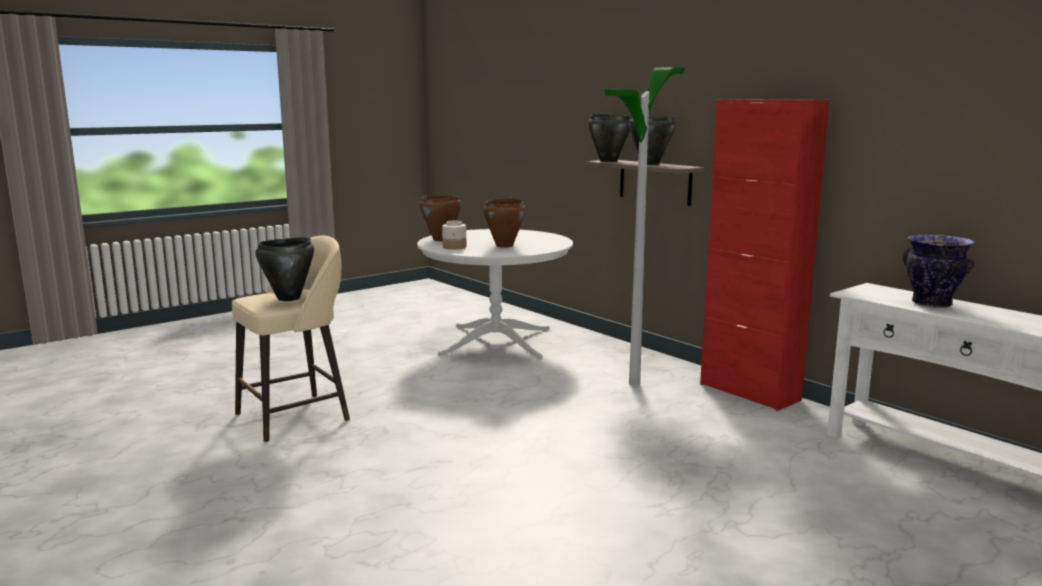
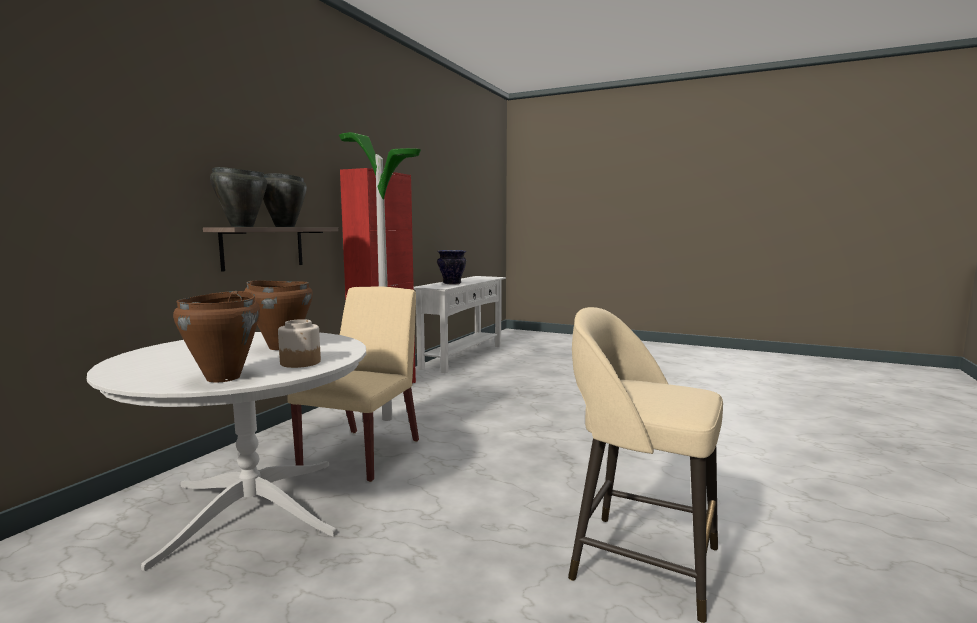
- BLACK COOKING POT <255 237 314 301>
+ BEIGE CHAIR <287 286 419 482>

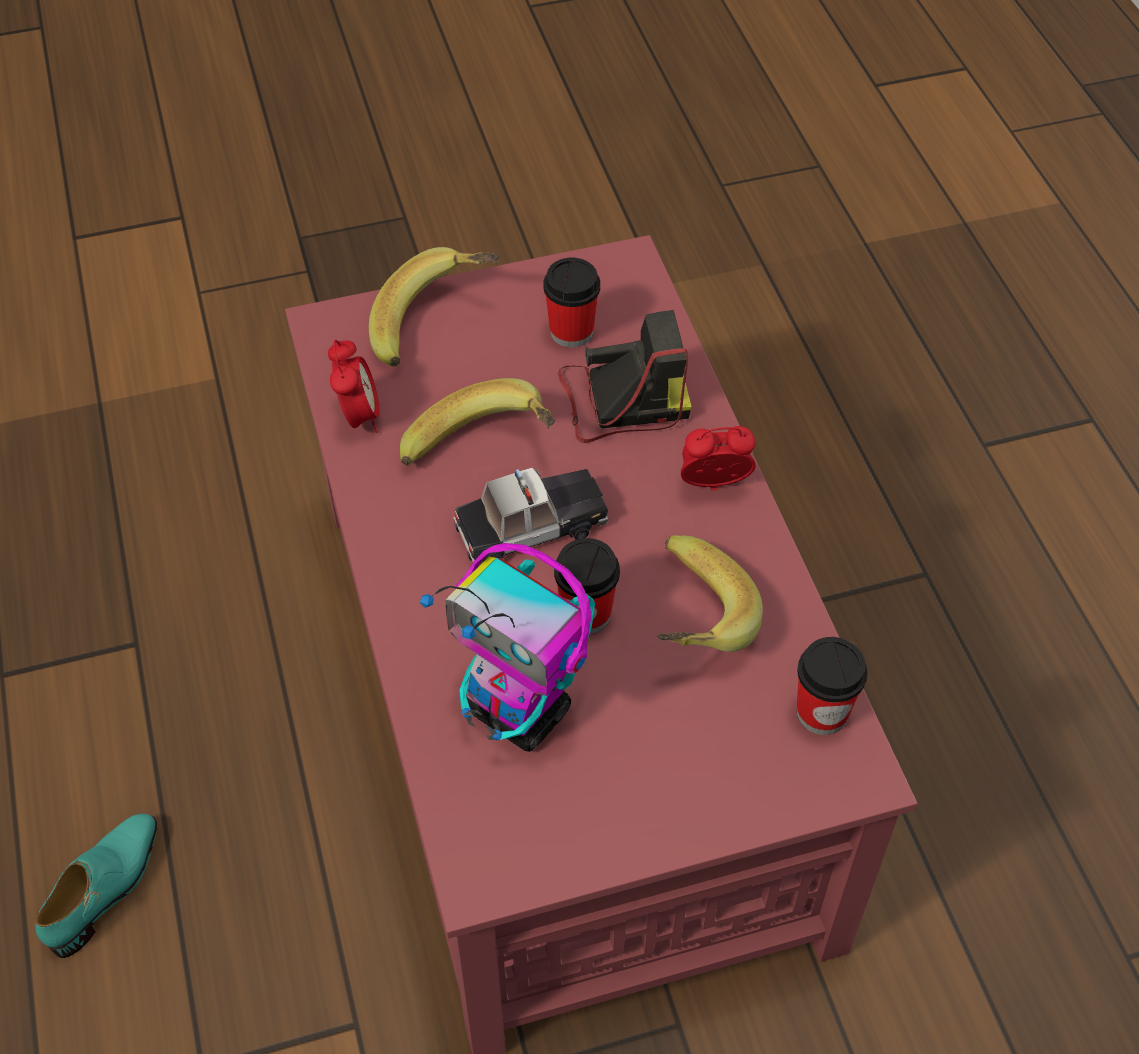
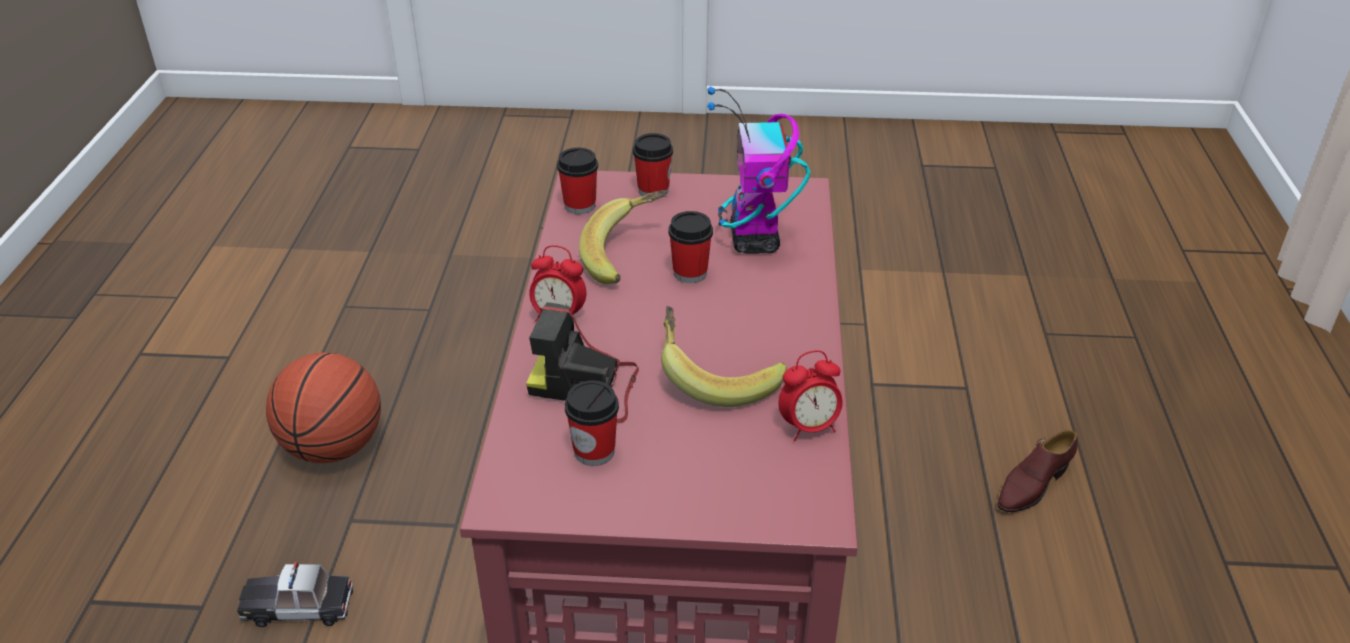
- BANANA <369 247 499 367>
~ ALARM CLOCK <328 340 380 433> = <778 350 843 441> 120 degrees counterclockwise
~ TOY CAR <453 468 608 563> to <237 562 353 627>
~ TOY ROBOT <420 543 595 752> = <707 87 811 254> 150 degrees counterclockwise
~ TURQUOISE SHOE <35 814 157 958> to BROWN SHOE <997 430 1077 512>
+ CUP <633 133 673 199>
+ BASKETBALL <266 353 381 463>

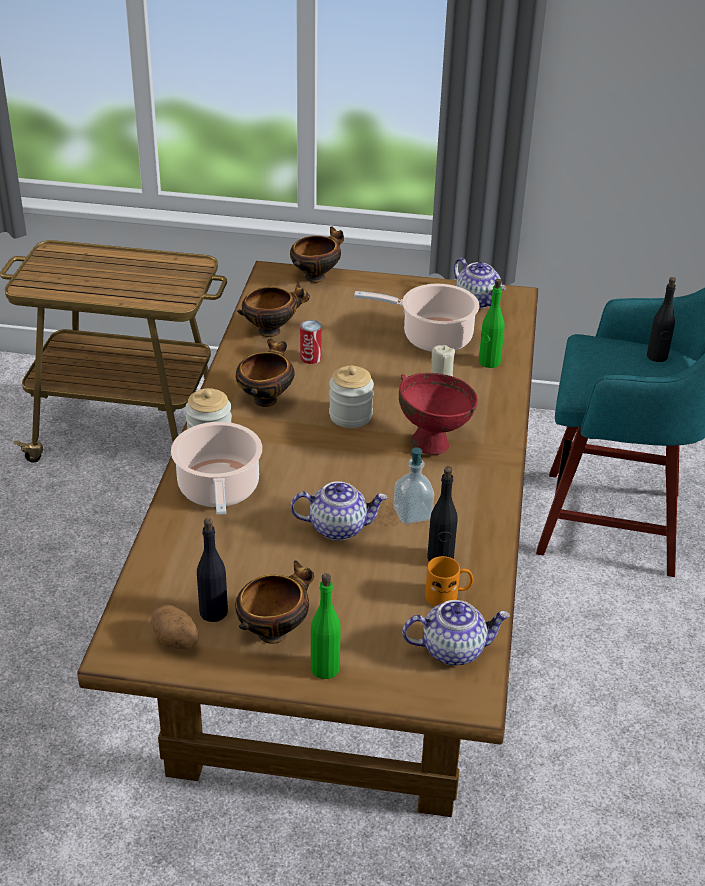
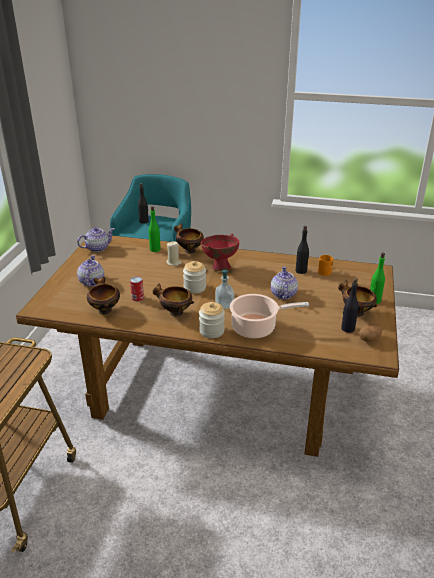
~ BOWL <290 226 344 283> to <174 224 204 254>
- COOKING POT <354 284 480 352>
~ SOAP DISPENSER <393 447 434 524> to <215 270 234 309>
~ TEAPOT <402 600 510 666> to <77 255 104 287>

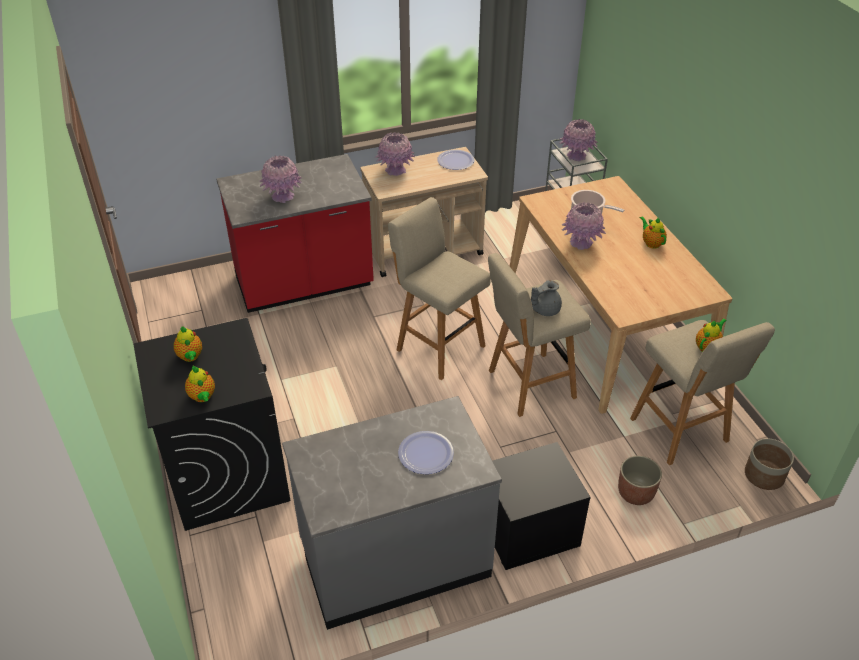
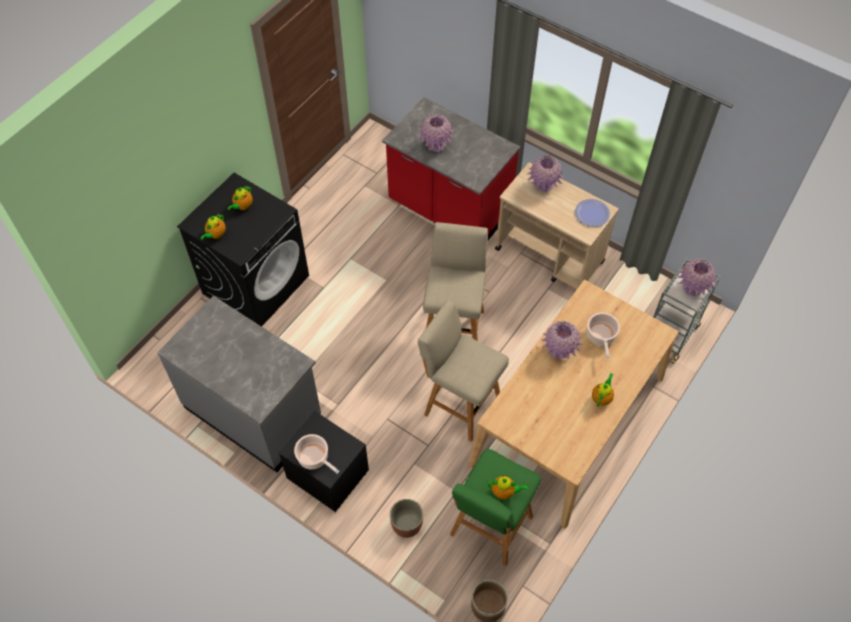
- GREY TEAPOT <531 280 562 316>
~ BEIGE STOOL <630 320 775 465> to GREEN STOOL <450 449 541 566>
- PLATE <398 431 454 474>
+ COOKING POT <294 434 340 474>

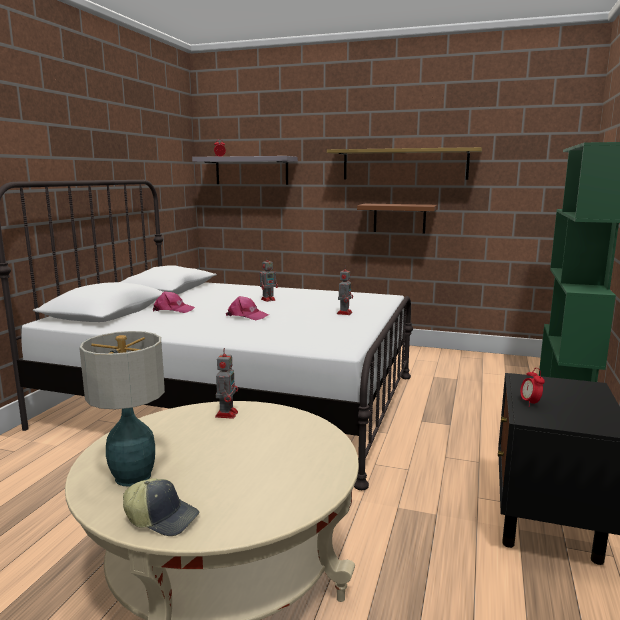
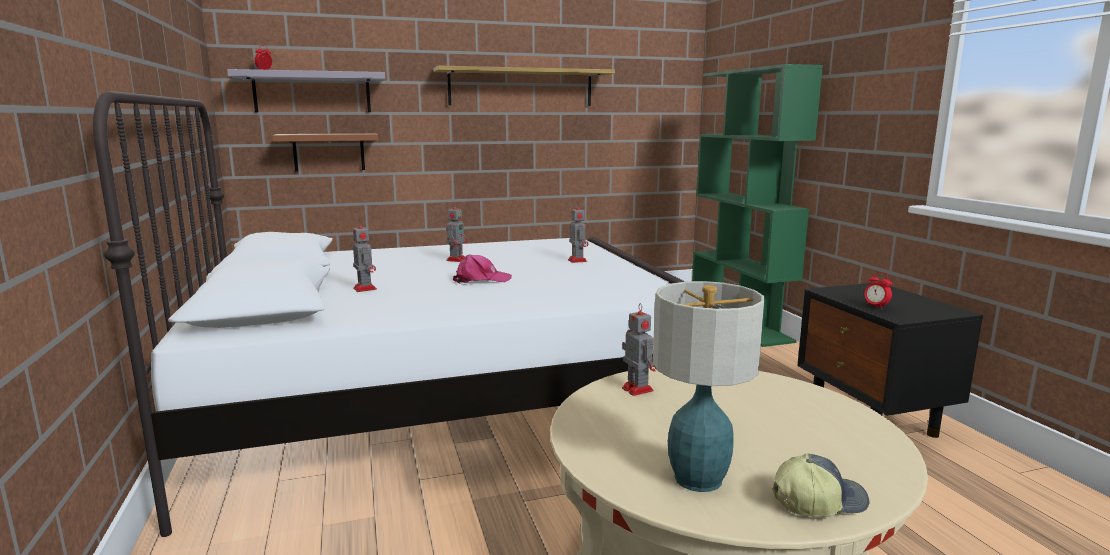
~ BROWN SHELF <357 204 438 233> to <272 133 379 172>
~ PINK CAP <153 291 195 313> to TOY ROBOT <353 220 377 292>

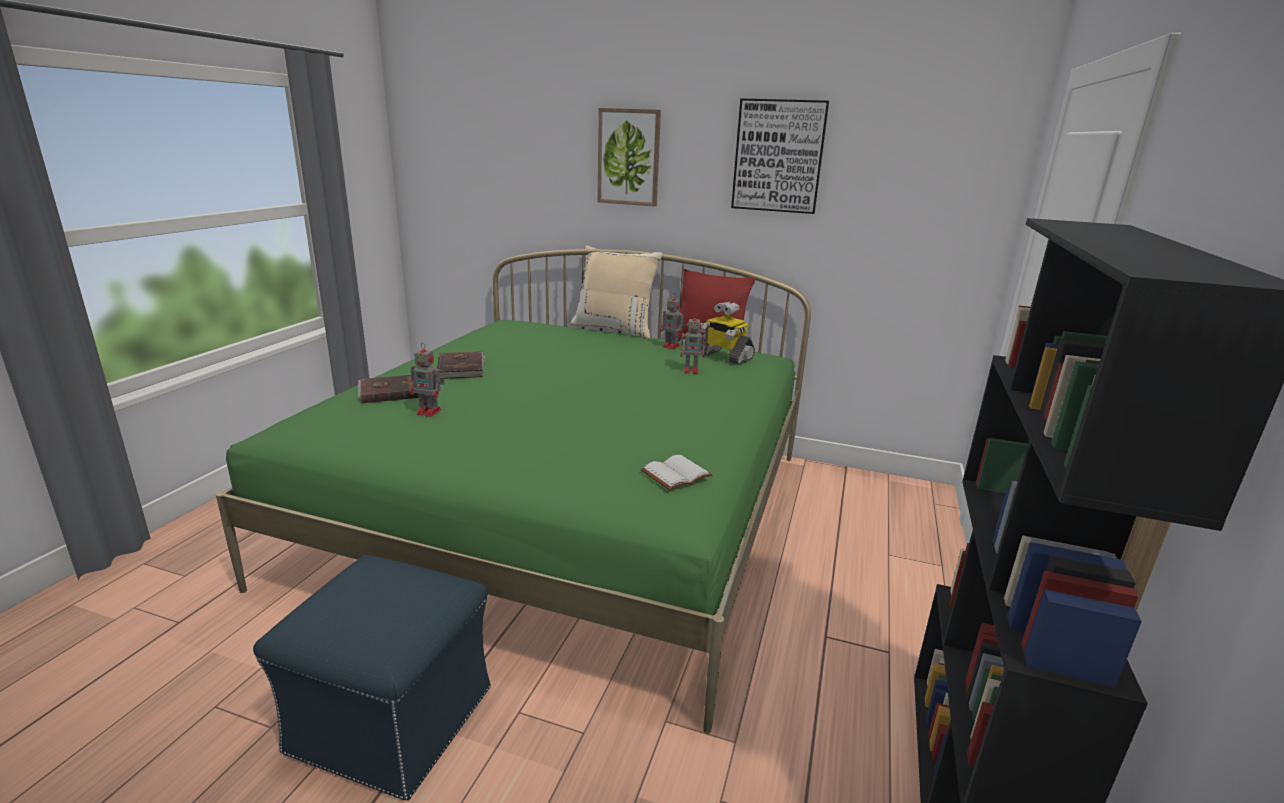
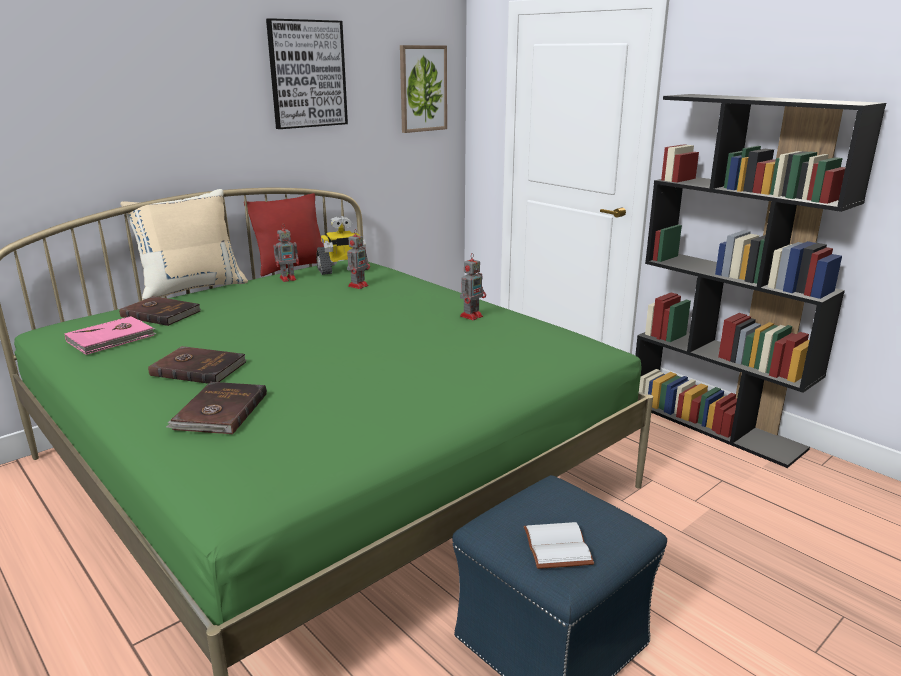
~ PICTURE <598 108 661 207> to <400 45 447 133>
~ TOY ROBOT <410 343 445 417> to <460 253 486 320>
~ WHITE BOOK <641 455 712 490> to <523 522 594 569>
+ BROWN BOOK <119 296 201 326>
+ PINK BOOK <65 316 156 355>

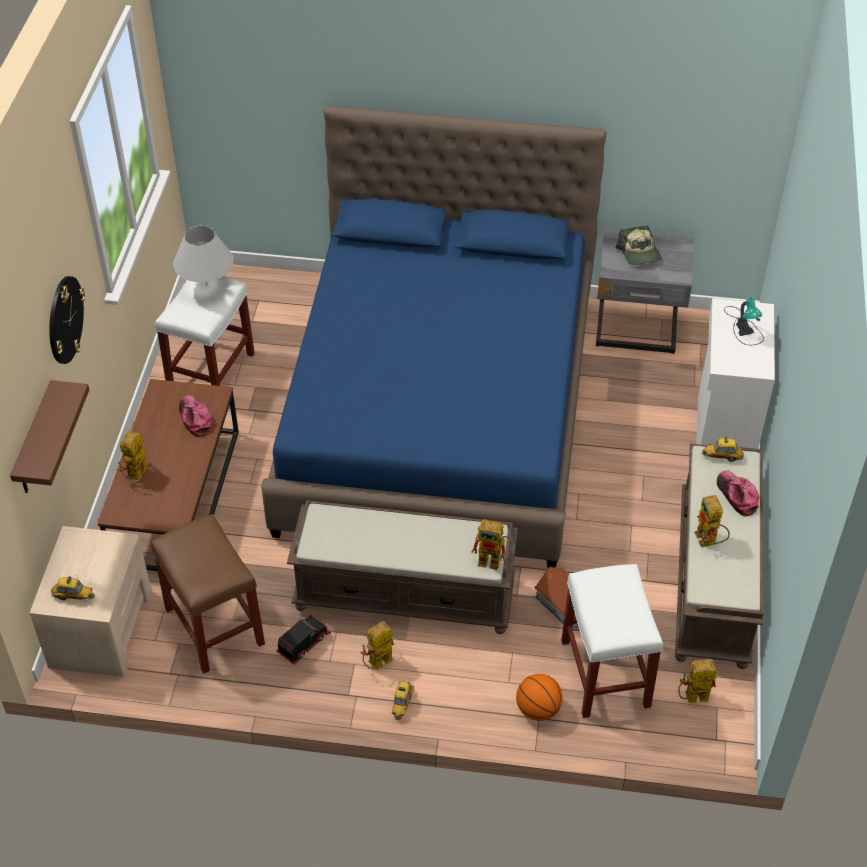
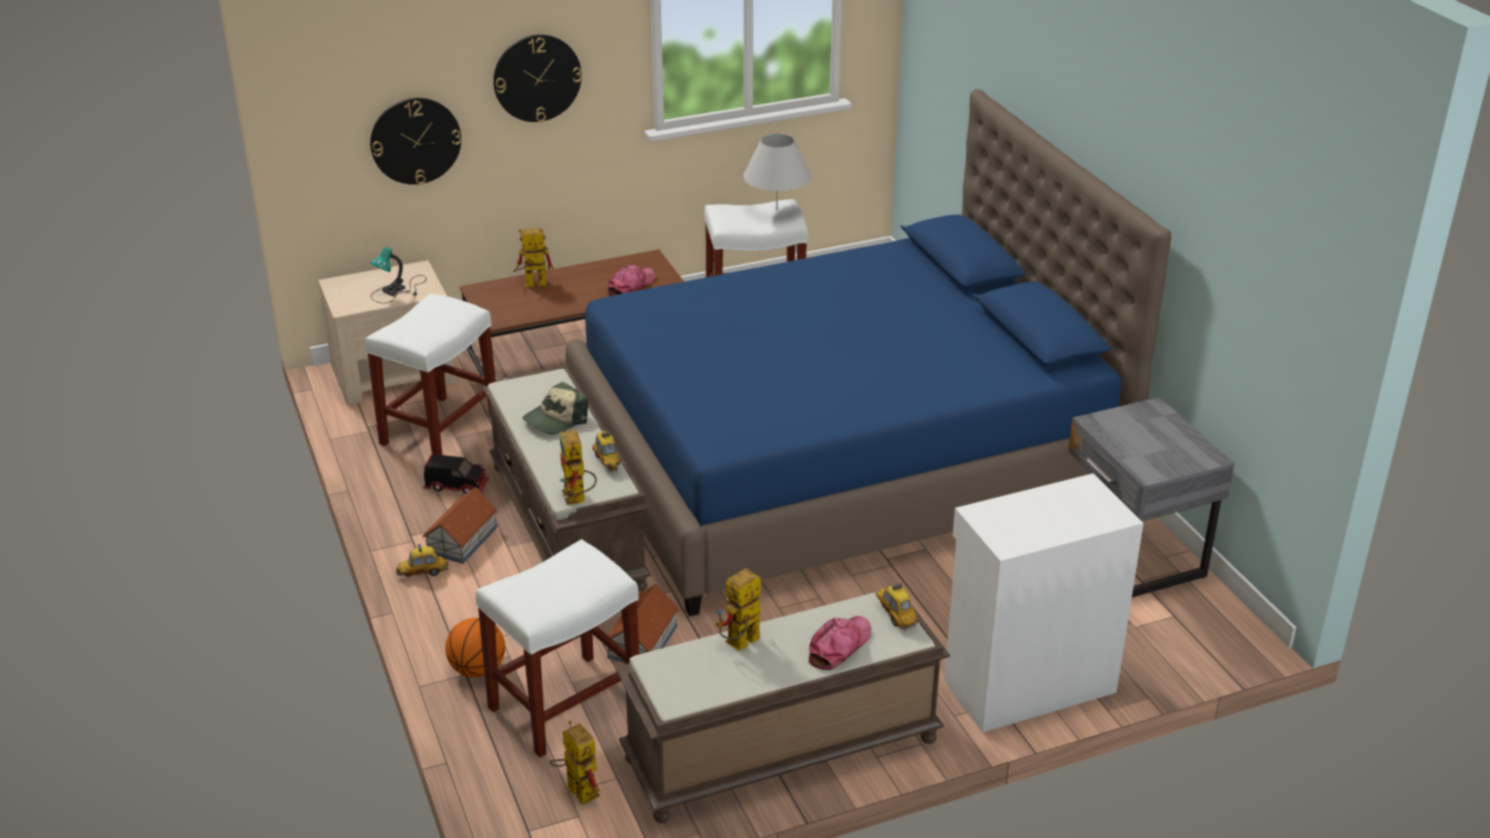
~ CAP <615 226 662 265> to <523 382 588 435>
~ TABLE LAMP <724 298 764 345> to <370 247 427 303>
~ BROWN SHELF <10 380 89 493> to WALL CLOCK <370 98 461 185>
~ BROWN STOOL <151 514 265 674> to WHITE STOOL <365 294 496 455>
~ TOY CAR <51 576 95 600> to <592 431 620 472>
~ TOY ROBOT <361 621 394 670> to TOY HOUSE <422 487 498 564>

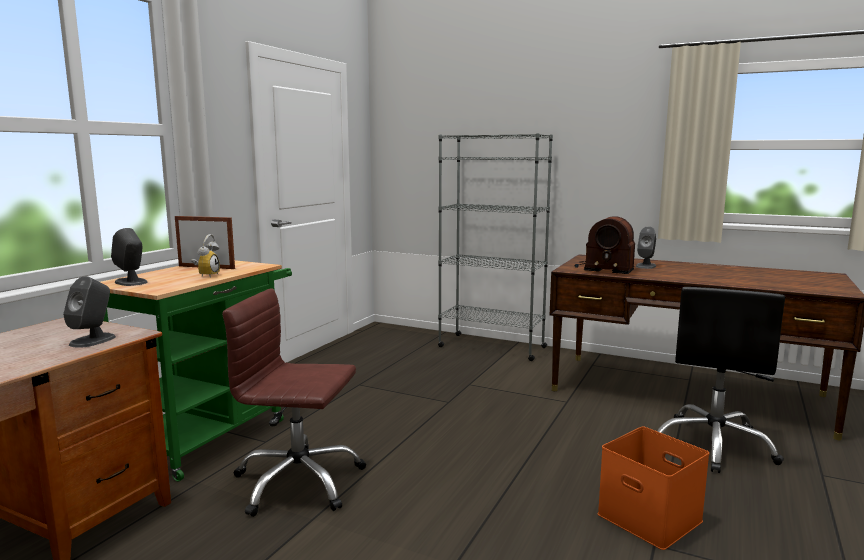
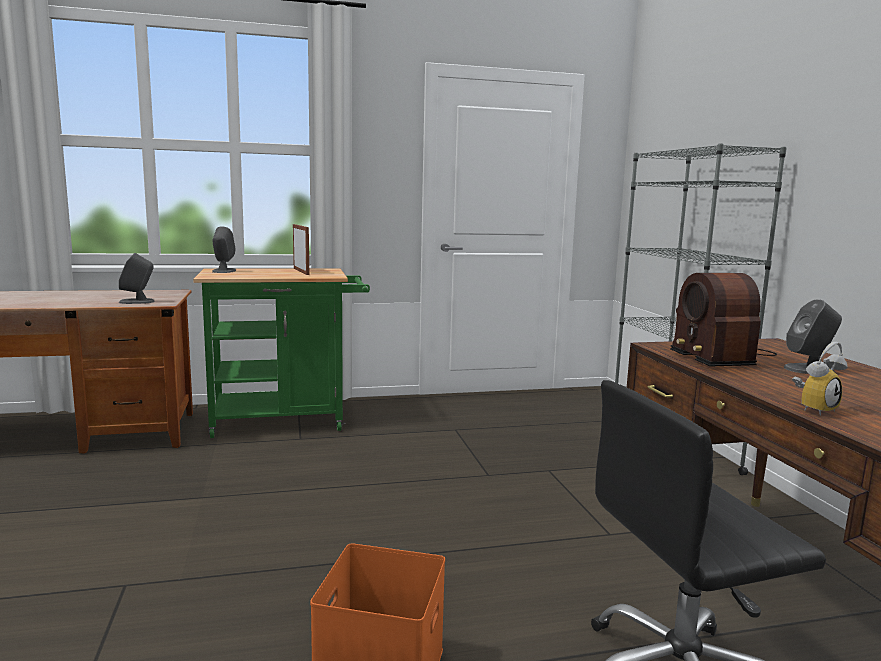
~ ALARM CLOCK <191 234 220 278> to <792 342 848 416>
- BROWN OFFICE CHAIR <222 288 366 517>

